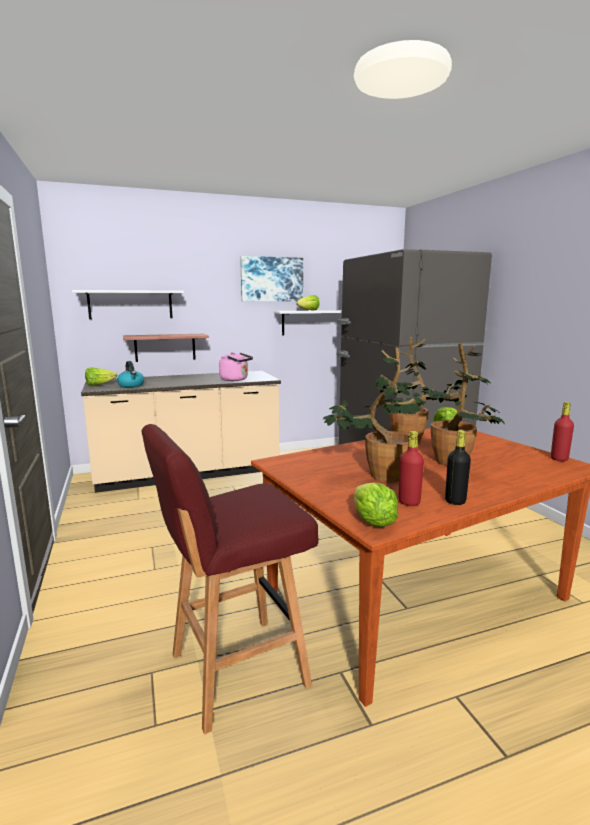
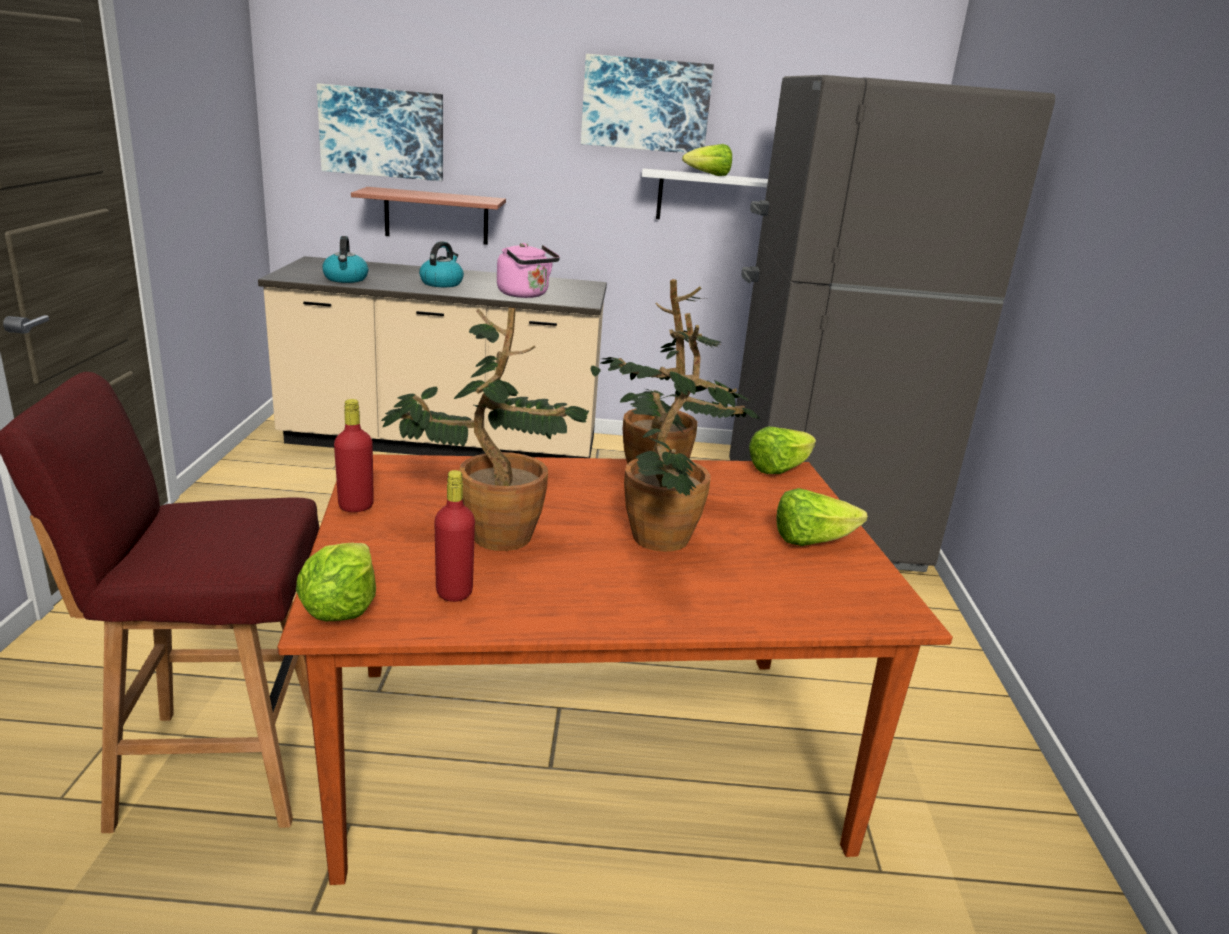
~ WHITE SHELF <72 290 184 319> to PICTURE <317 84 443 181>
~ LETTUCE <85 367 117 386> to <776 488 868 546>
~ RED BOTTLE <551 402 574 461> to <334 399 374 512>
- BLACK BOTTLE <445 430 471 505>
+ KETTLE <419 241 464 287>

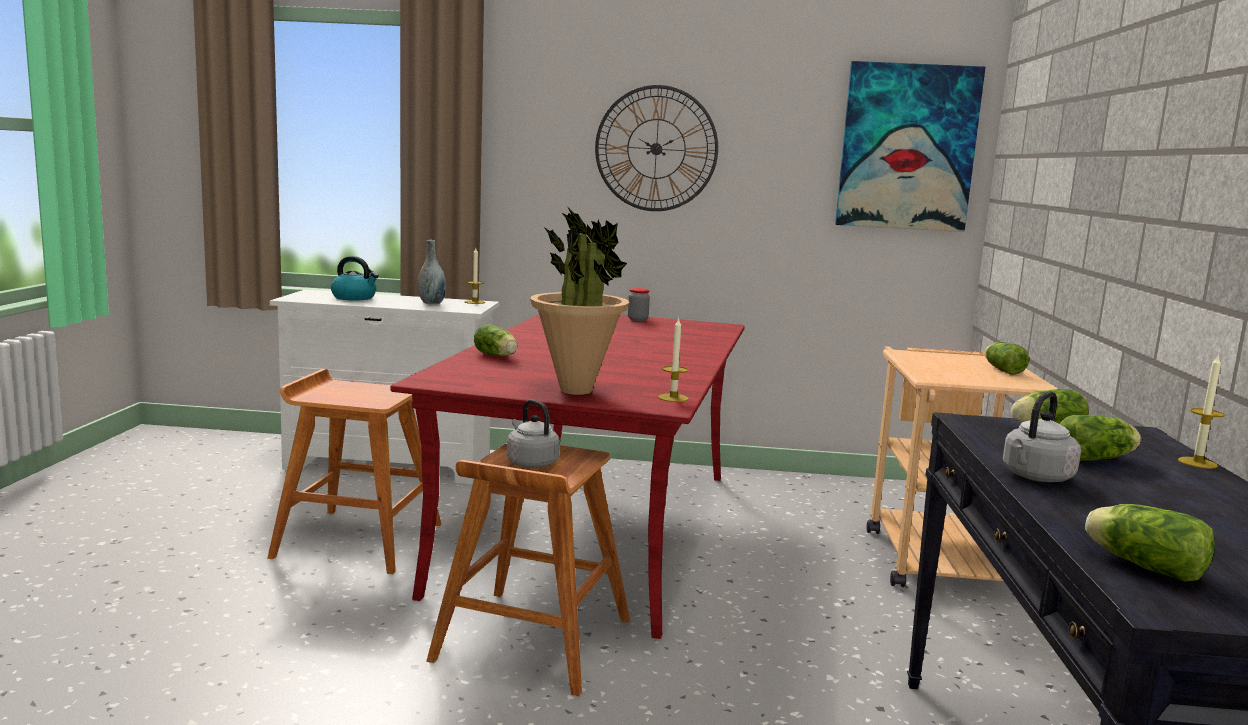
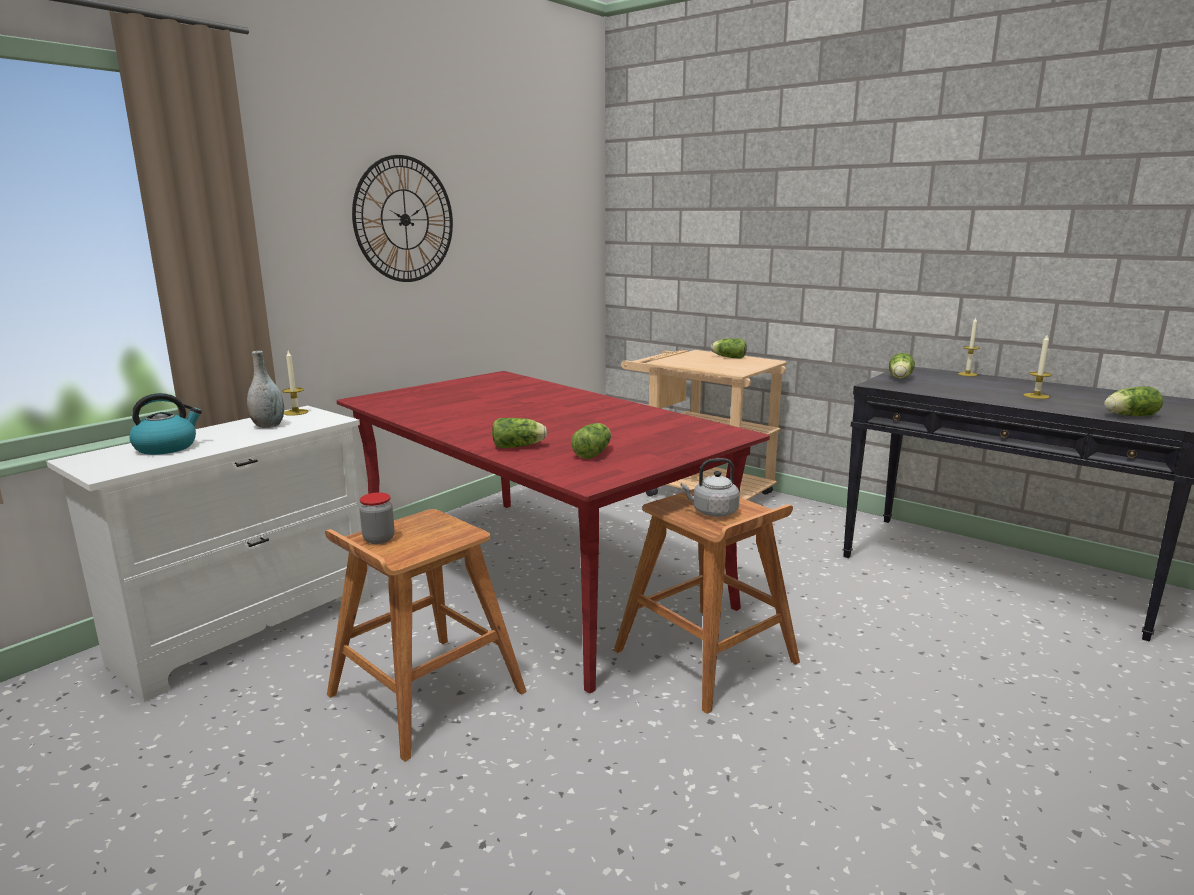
- PICTURE <835 61 986 232>
- POTTED PLANT <530 206 629 395>
~ JAR <628 288 650 321> to <359 492 395 544>
~ CANDLE <658 317 689 402> to <1024 335 1052 399>
- GREY KETTLE <1003 391 1081 482>
~ LETTUCE <1059 415 1141 461> to <571 423 611 459>

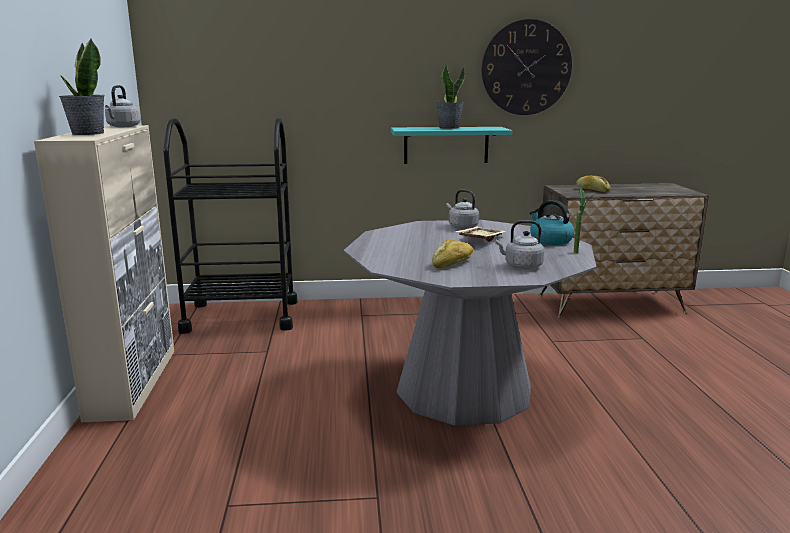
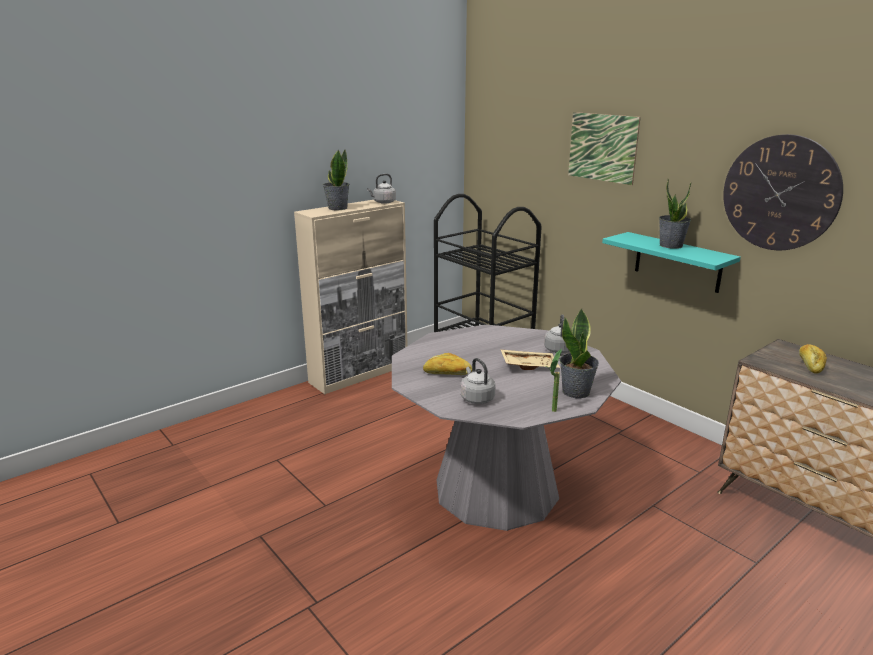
~ KETTLE <530 200 574 245> to POTTED PLANT <560 308 599 398>
+ PICTURE <568 112 641 185>

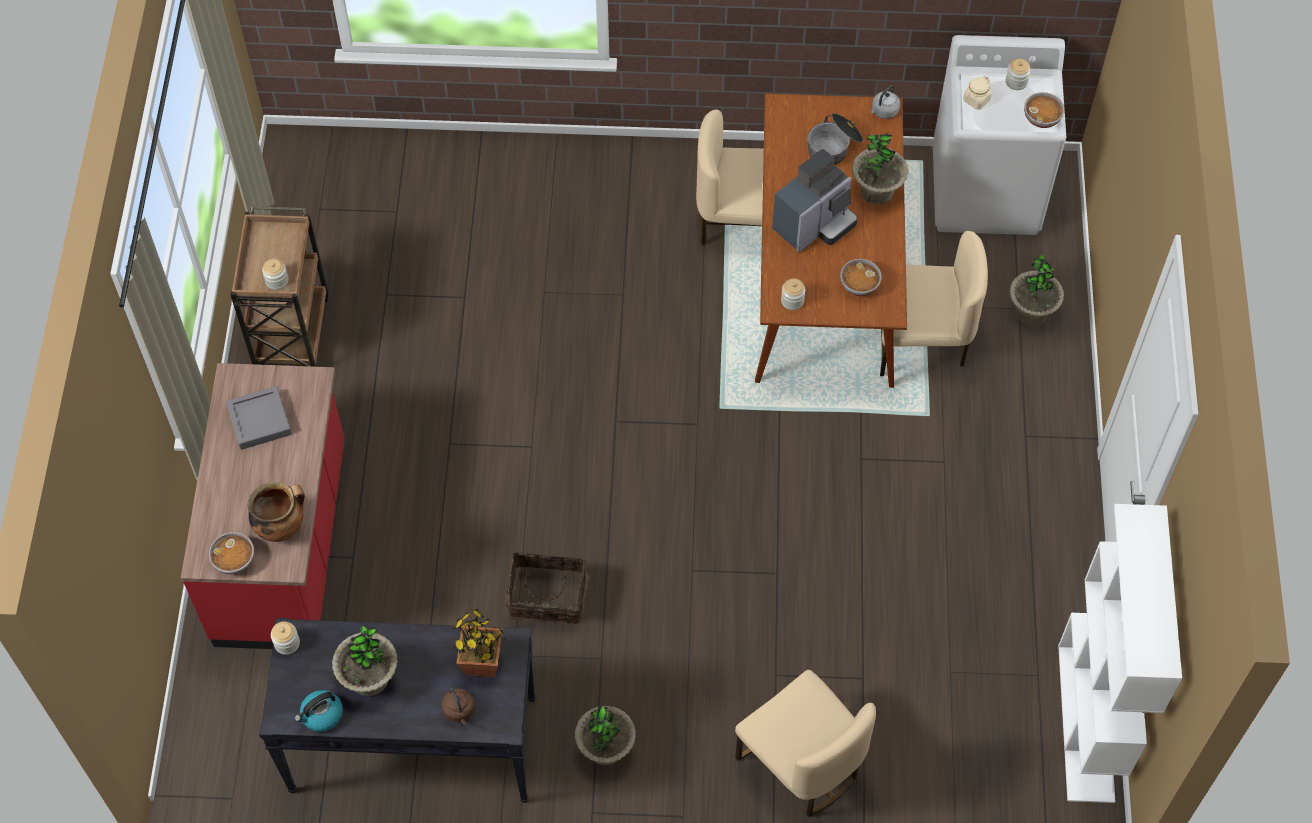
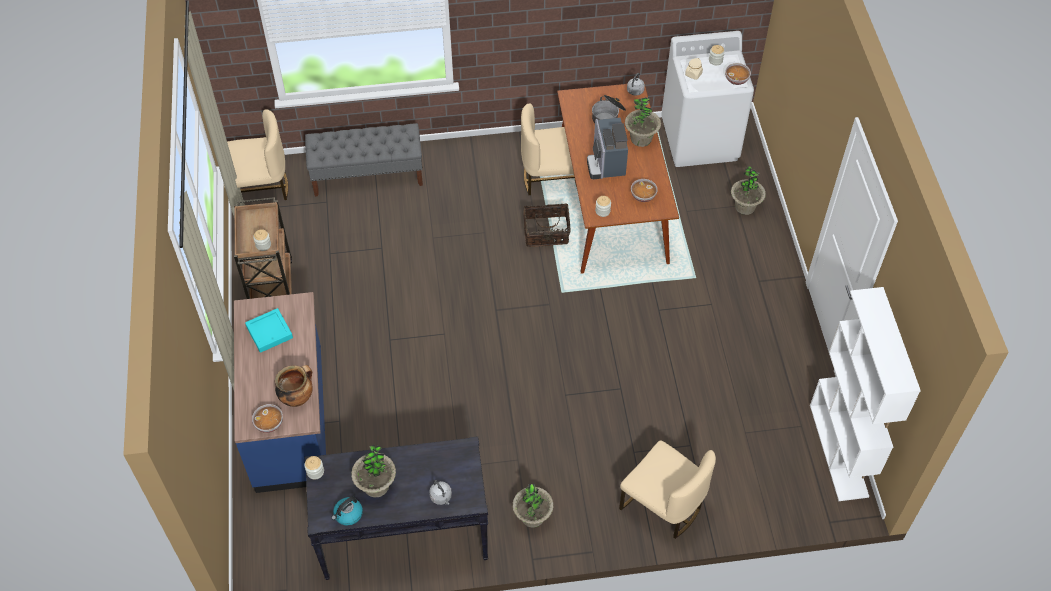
~ COFFEE MACHINE <772 149 857 252> = <587 118 628 179> 135 degrees clockwise
~ BEIGE CHAIR <880 231 988 376> to <224 109 288 200>
~ RED COUNTER <181 363 345 649> to BLUE COUNTER <234 292 326 493>
~ GREY TRAY <226 386 292 450> to TURQUOISE TRAY <245 308 293 353>
~ BASKET <506 552 586 627> to <523 203 571 247>
- POTTED PLANT <453 608 505 677>
~ BROWN KETTLE <442 687 475 726> to GREY KETTLE <429 480 452 505>
+ GREY BENCH <305 123 423 197>

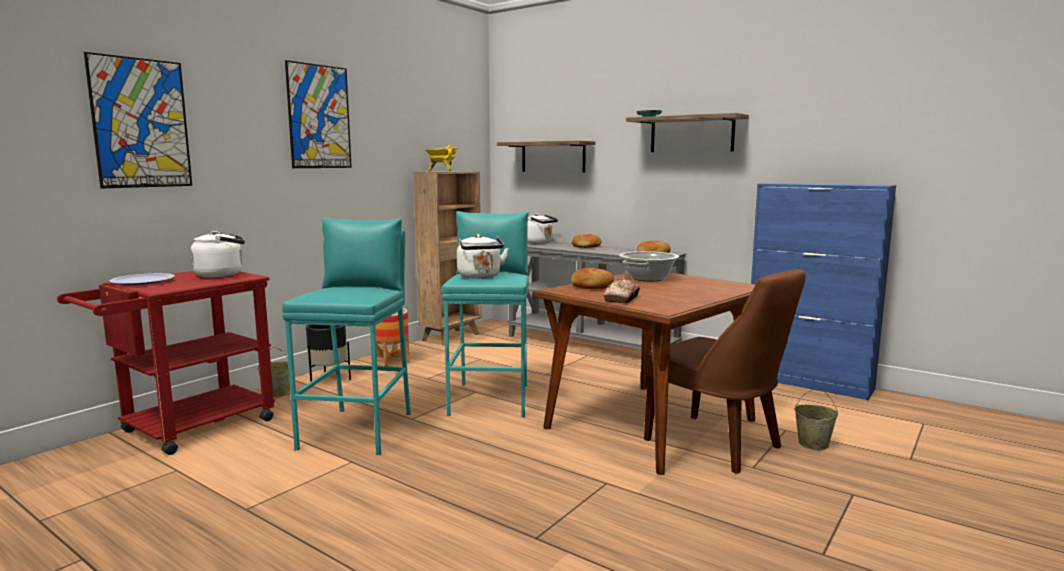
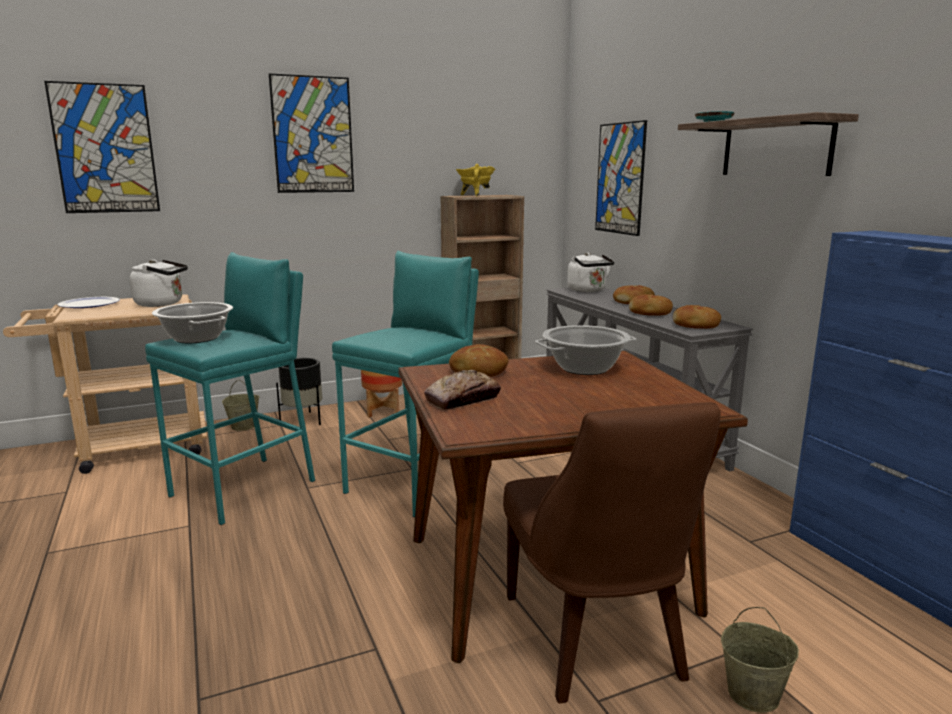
~ SHELF <497 141 595 172> to PICTURE <595 120 647 236>
- WHITE KETTLE <457 234 509 278>
~ RED CART <57 271 275 455> to BEIGE CART <3 294 207 474>
+ BREAD <629 294 673 316>
+ COOKING POT <152 302 233 343>

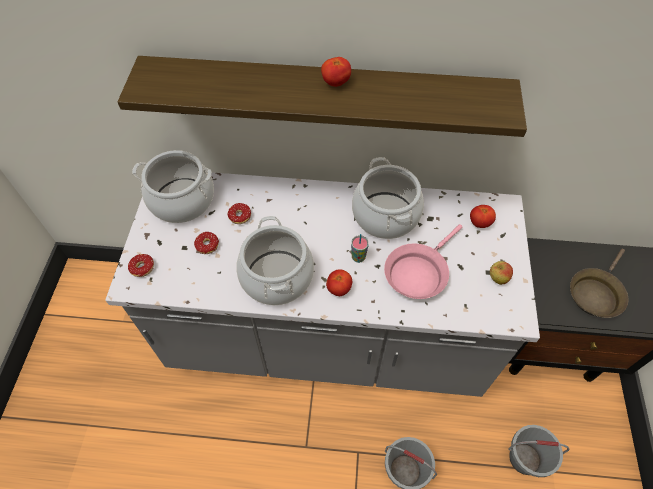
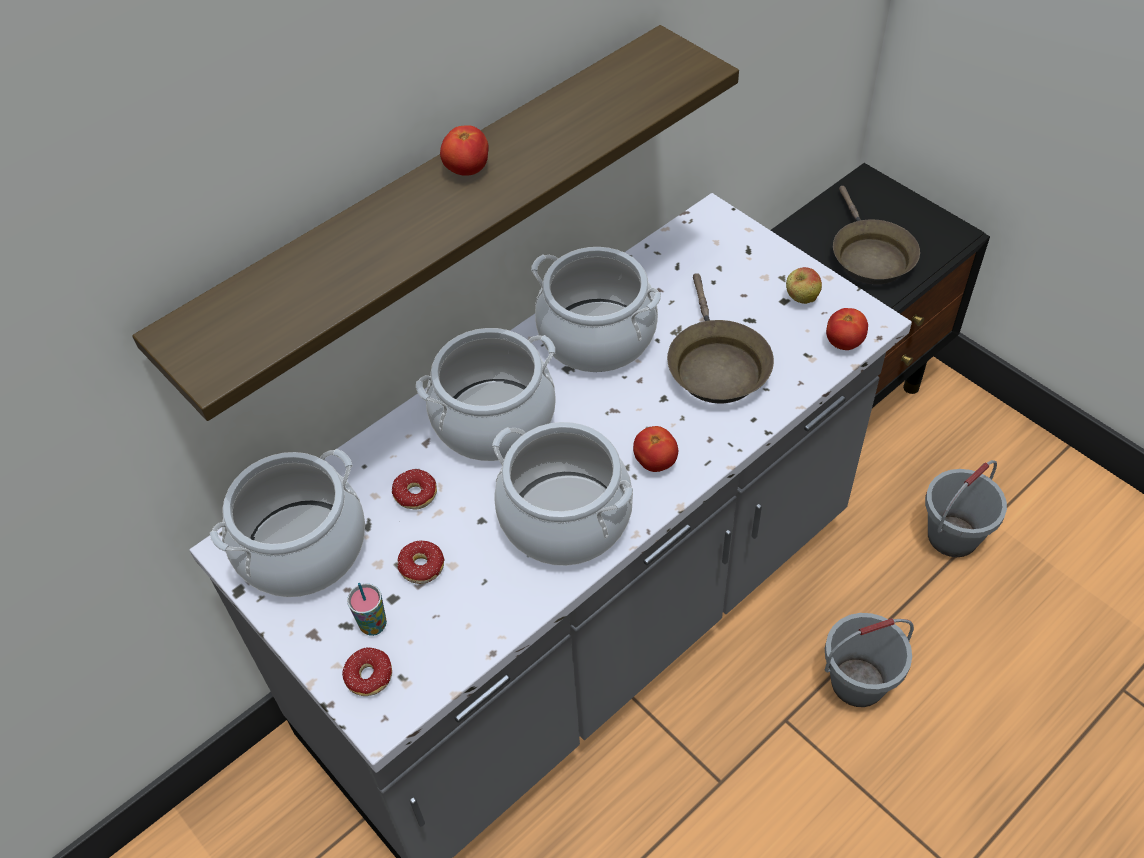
~ TOMATO <470 205 496 228> to <826 308 868 350>
~ PINK FRYING PAN <384 224 463 299> to BROWN FRYING PAN <667 273 774 404>
~ CUP <351 234 369 263> to <347 583 387 636>
+ COOKING POT <416 328 556 461>

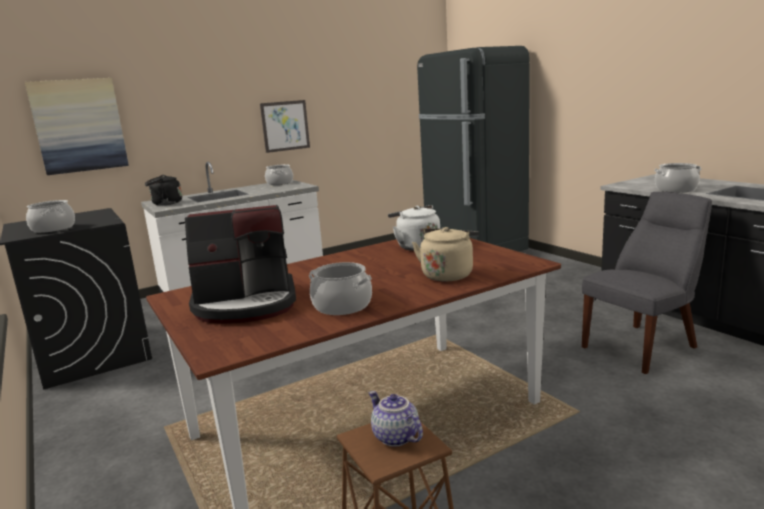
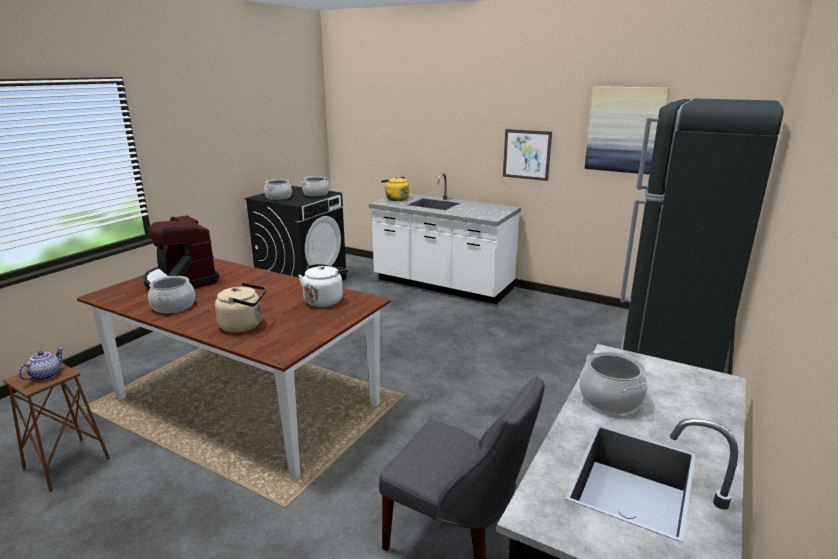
~ PICTURE <25 78 129 175> to <584 86 669 175>
~ COOKING POT <265 164 293 185> to <301 176 329 197>
~ BLACK KETTLE <145 175 182 205> to YELLOW KETTLE <381 177 409 201>

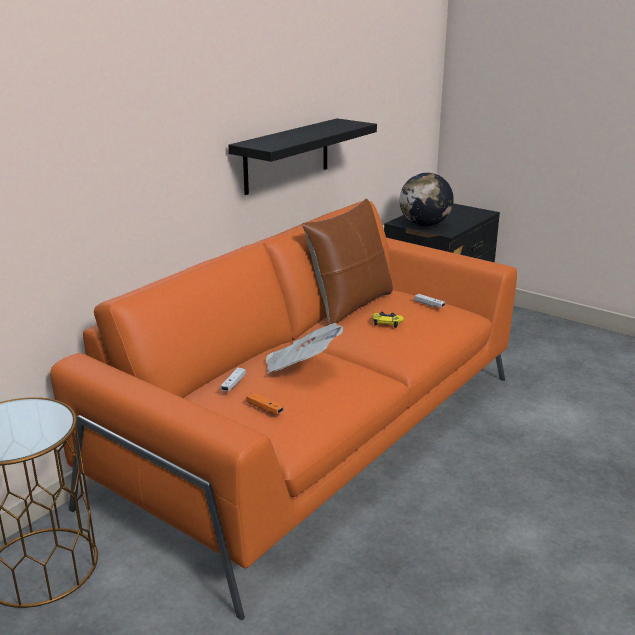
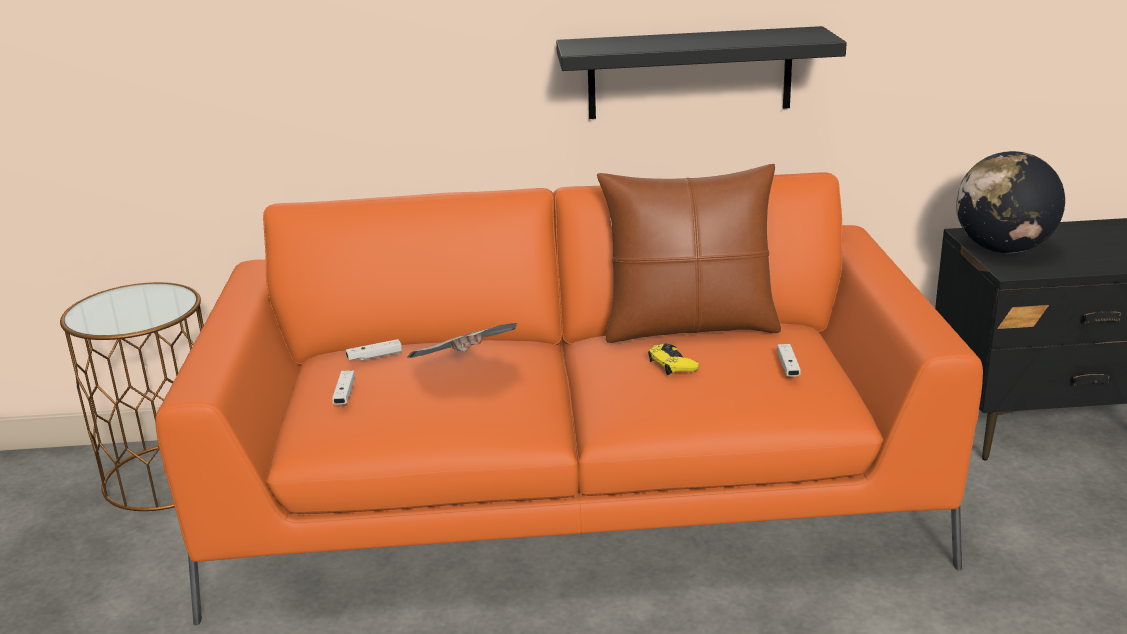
~ ORANGE GAME CONTROLLER <247 393 284 414> to WHITE GAME CONTROLLER <332 370 355 405>

